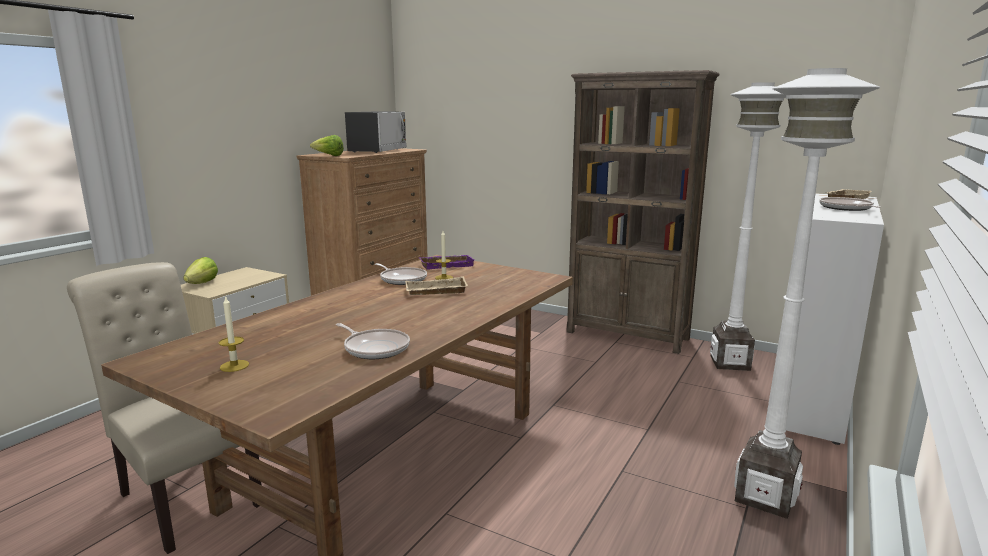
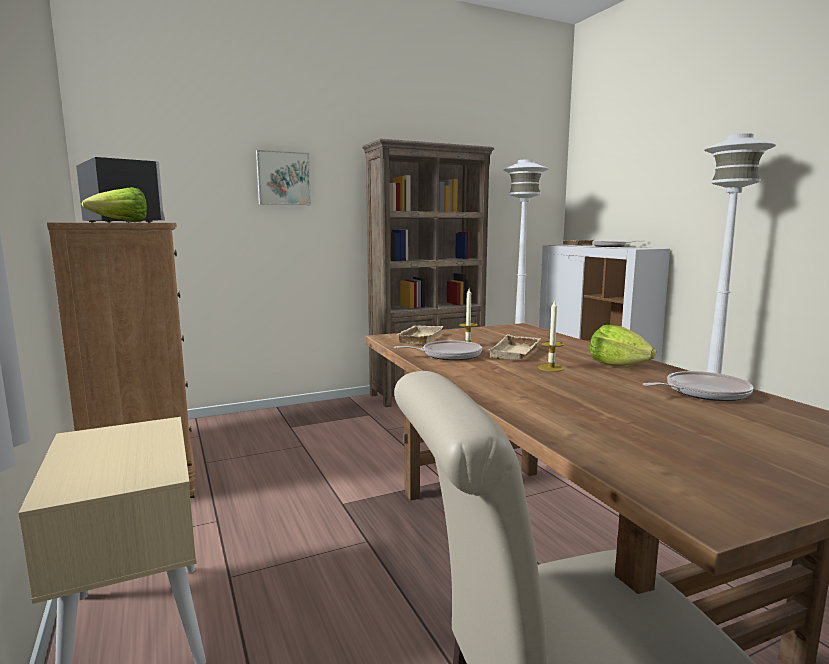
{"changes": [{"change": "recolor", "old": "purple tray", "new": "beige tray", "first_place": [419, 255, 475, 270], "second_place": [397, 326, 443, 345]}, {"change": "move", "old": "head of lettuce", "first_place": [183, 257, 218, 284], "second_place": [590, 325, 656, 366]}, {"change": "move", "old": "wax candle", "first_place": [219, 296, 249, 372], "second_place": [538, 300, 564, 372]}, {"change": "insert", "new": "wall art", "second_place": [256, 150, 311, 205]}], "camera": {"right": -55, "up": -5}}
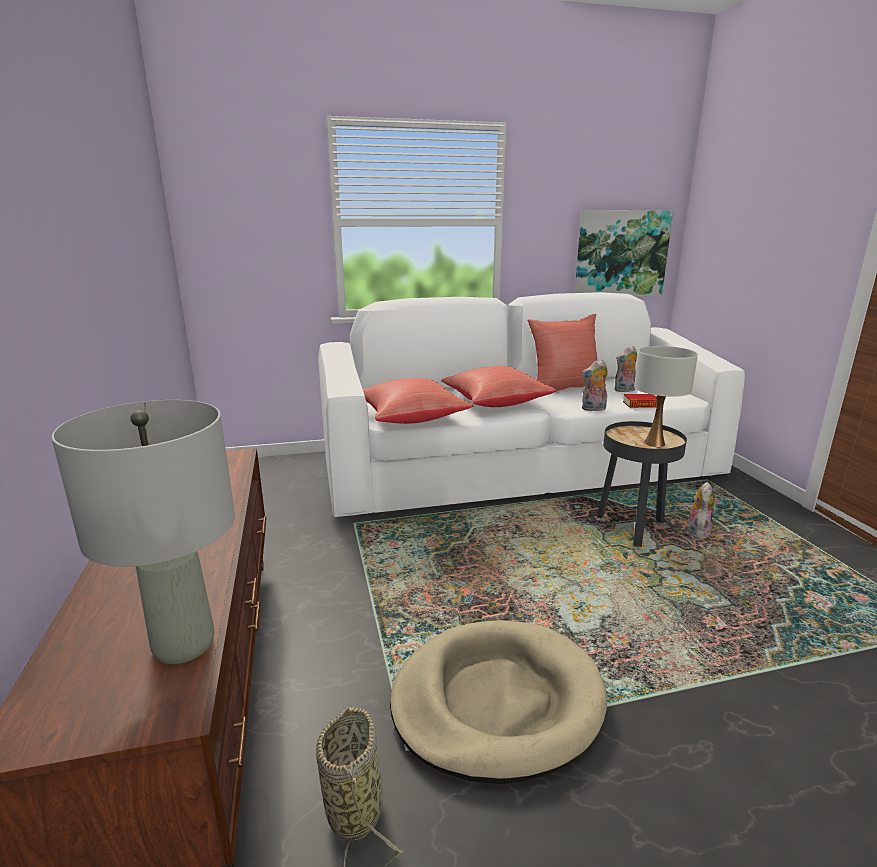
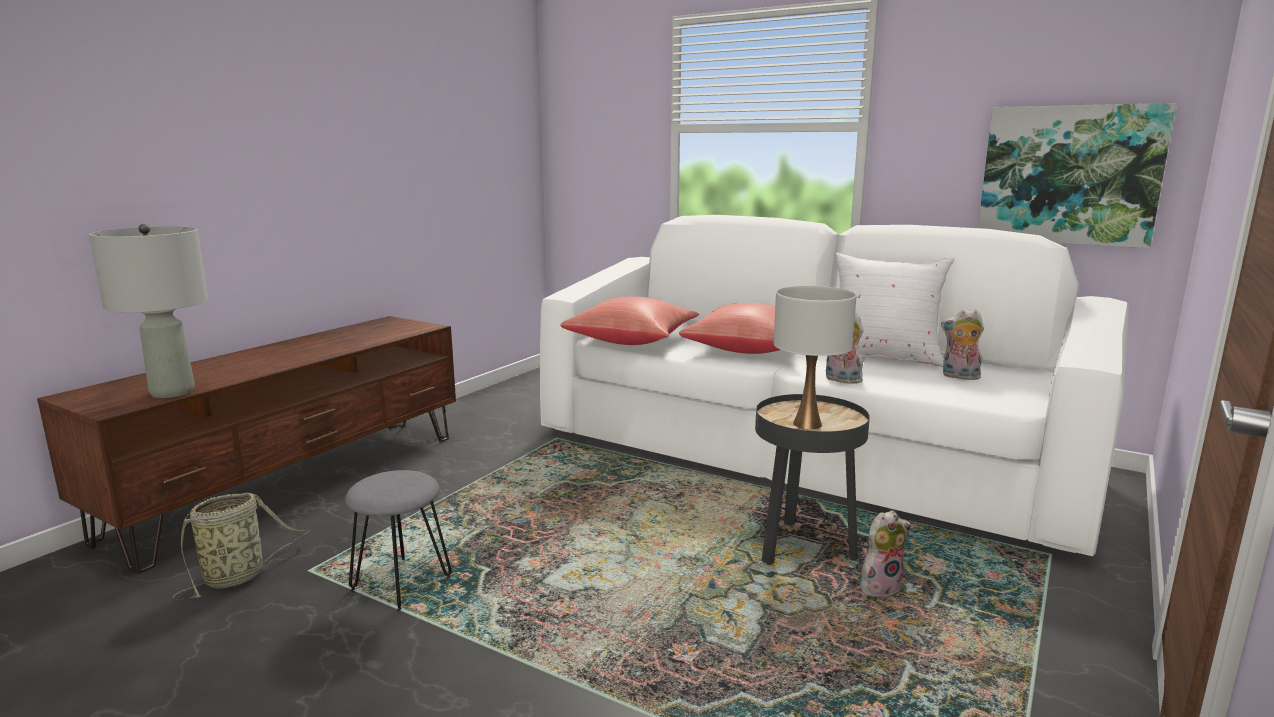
{"changes": [{"change": "recolor", "old": "red pillow", "new": "white-coloured pillow", "first_place": [527, 314, 606, 391], "second_place": [835, 253, 955, 367]}, {"change": "delete", "old": "volume", "first_place": [623, 394, 657, 408]}, {"change": "replace", "old": "beige pet bed", "new": "grey stool seat", "first_place": [390, 620, 607, 784], "second_place": [345, 470, 452, 611]}], "camera": {"right": 45, "up": -5}}
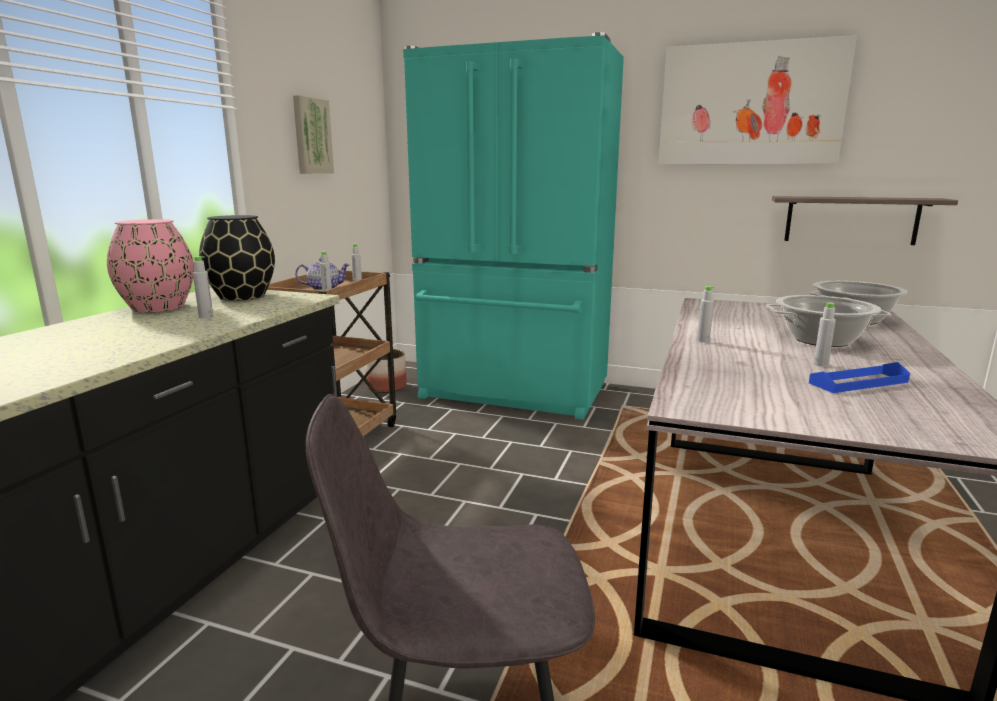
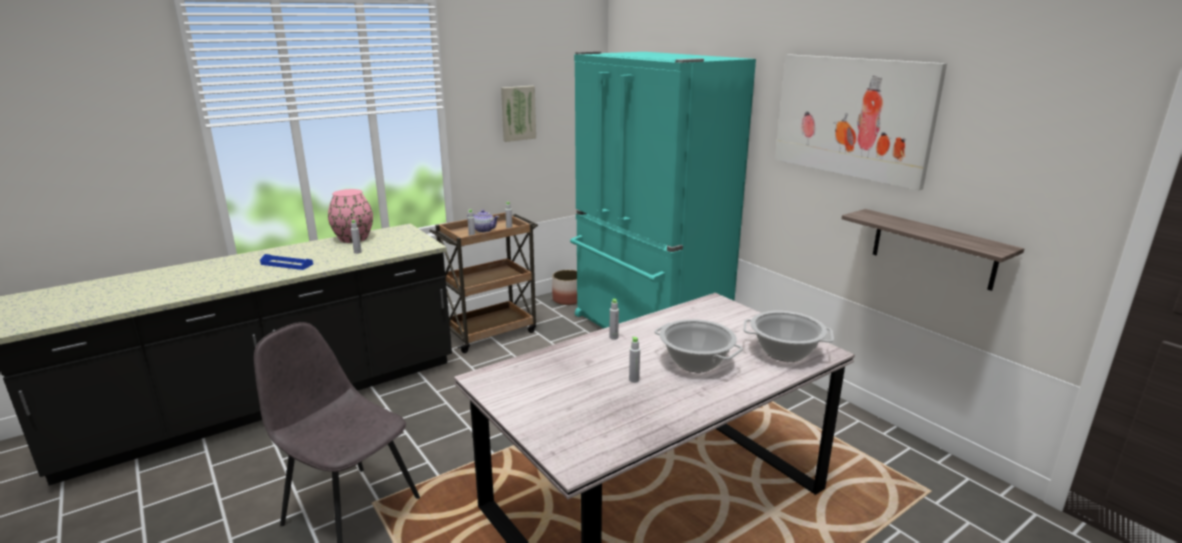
{"changes": [{"change": "delete", "old": "black-coloured decorative vase", "first_place": [199, 215, 275, 301]}, {"change": "move", "old": "blue-coloured tray", "first_place": [809, 362, 910, 393], "second_place": [260, 254, 313, 270]}], "camera": {"right": 35, "up": 5}}
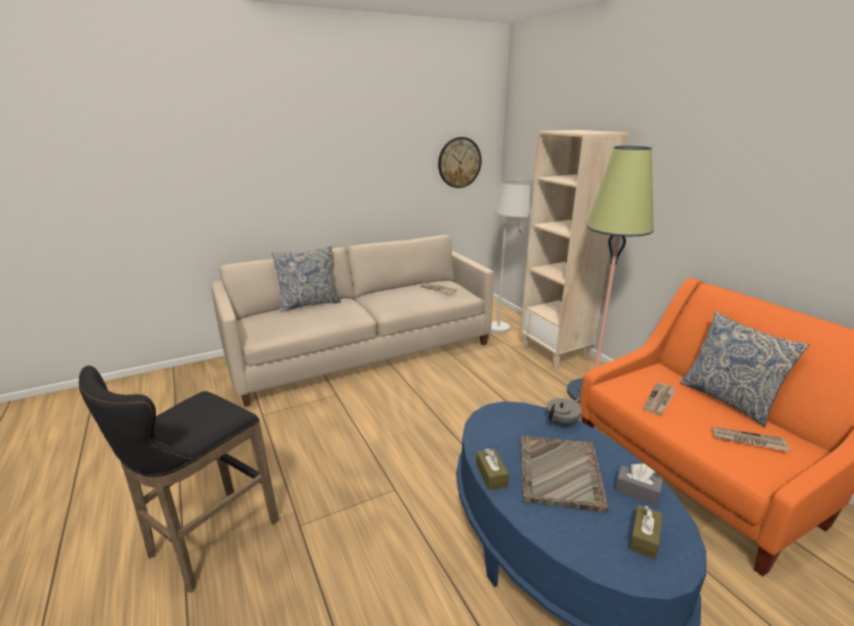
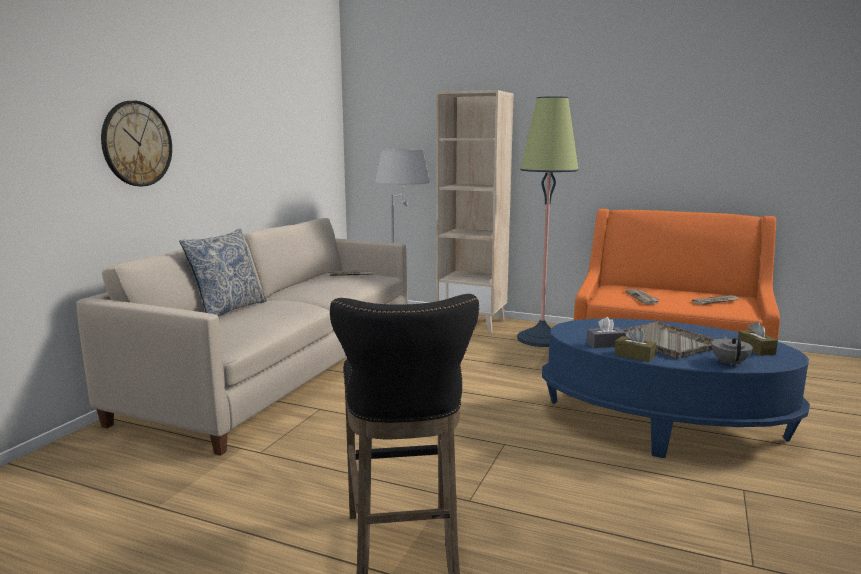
{"changes": [{"change": "move", "old": "wall clock", "first_place": [438, 137, 482, 188], "second_place": [101, 101, 172, 186]}, {"change": "delete", "old": "pillow", "first_place": [680, 312, 809, 427]}, {"change": "move", "old": "grey teapot", "first_place": [547, 398, 582, 427], "second_place": [711, 336, 753, 366]}, {"change": "move", "old": "grey box of tissues", "first_place": [615, 464, 663, 506], "second_place": [587, 317, 626, 348]}], "camera": {"right": -40, "up": -10}}
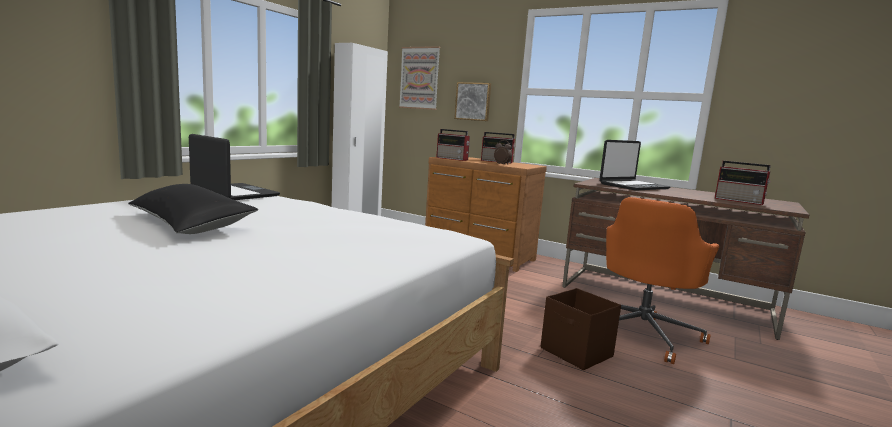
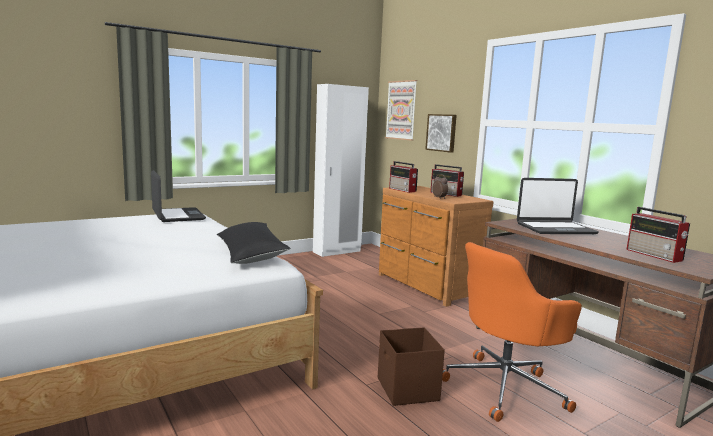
{"changes": [{"change": "move", "old": "black-coloured pillow", "first_place": [128, 184, 258, 234], "second_place": [217, 222, 290, 264]}], "camera": {"right": 25, "up": 0}}
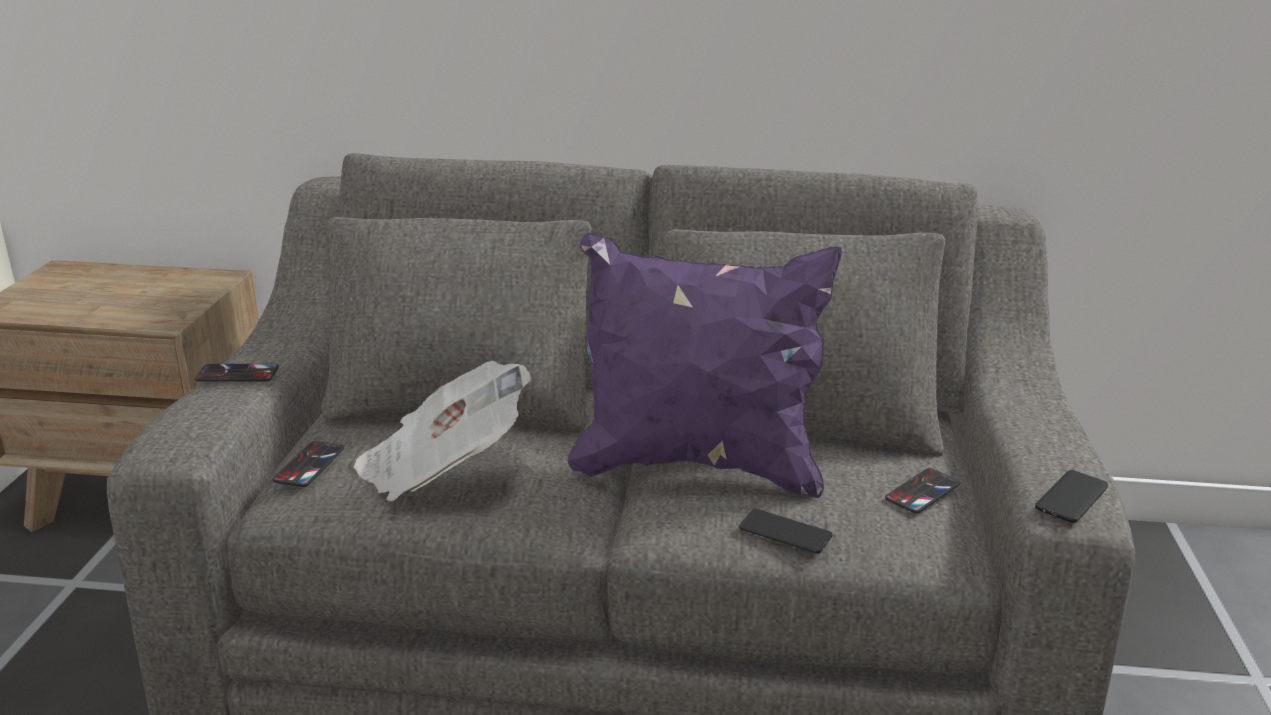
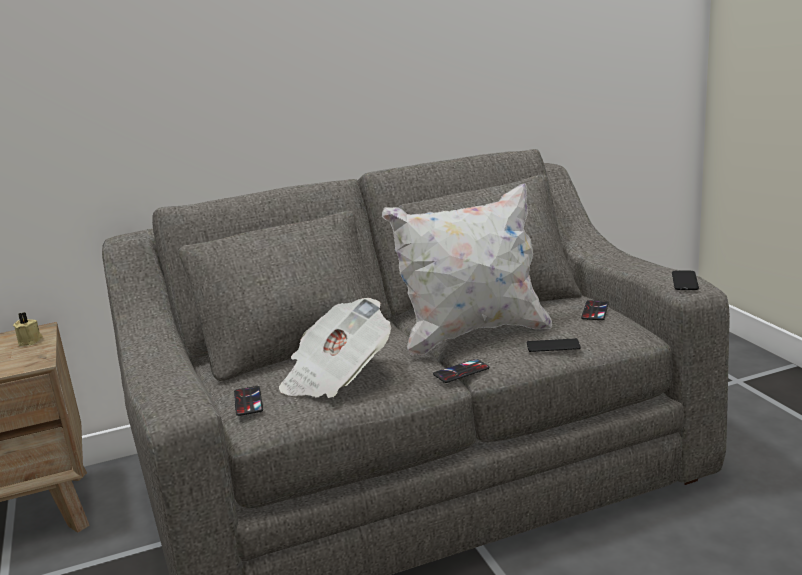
{"changes": [{"change": "recolor", "old": "purple pillow", "new": "white-coloured pillow", "first_place": [568, 233, 842, 498], "second_place": [382, 183, 552, 356]}, {"change": "move", "old": "telephone", "first_place": [195, 364, 279, 382], "second_place": [433, 359, 489, 383]}, {"change": "insert", "new": "beige wax candle", "second_place": [13, 312, 43, 346]}], "camera": {"right": -25, "up": -5}}
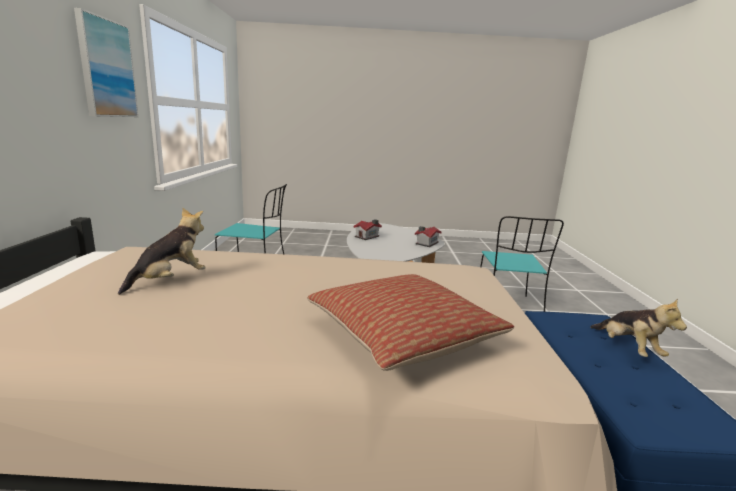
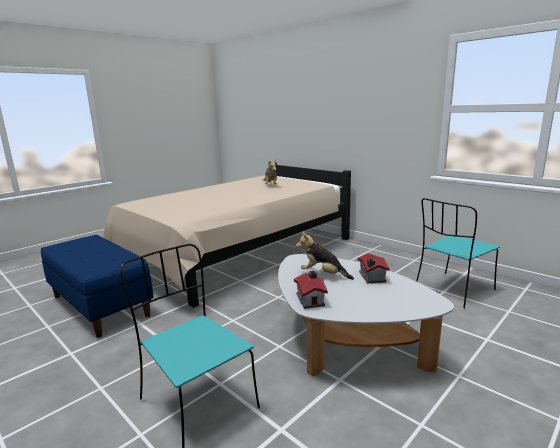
{"changes": [{"change": "delete", "old": "wall art", "first_place": [74, 8, 138, 117]}, {"change": "delete", "old": "pillow", "first_place": [307, 274, 514, 371]}, {"change": "move", "old": "cuddly toy", "first_place": [590, 298, 687, 357], "second_place": [296, 232, 354, 280]}], "camera": {"right": 135, "up": 0}}
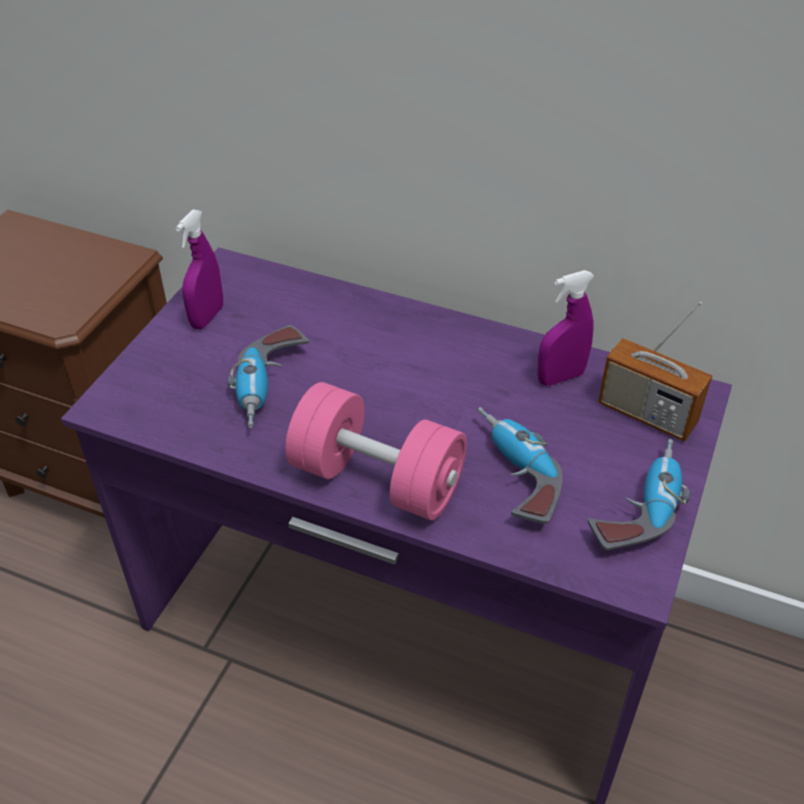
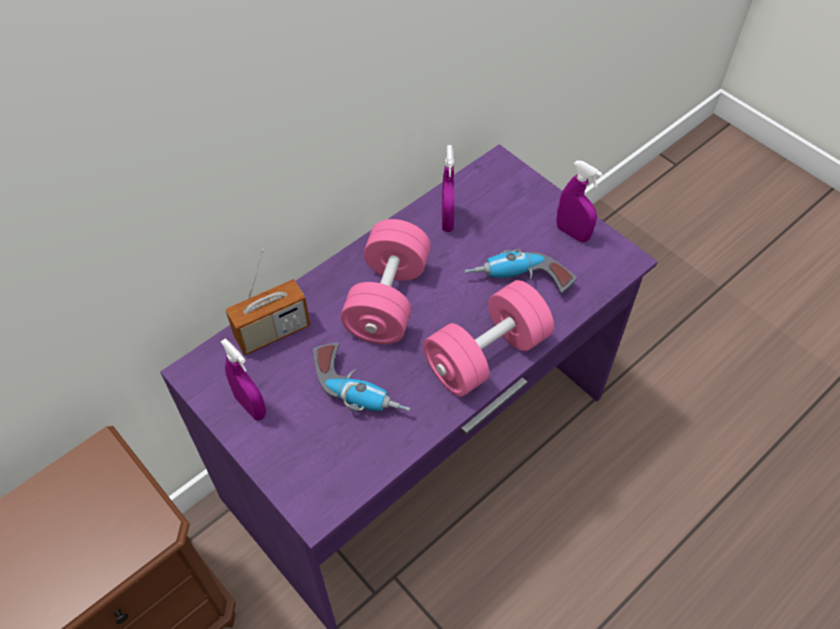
{"changes": [{"change": "move", "old": "radio set", "first_place": [598, 302, 712, 441], "second_place": [225, 249, 310, 356]}, {"change": "replace", "old": "power drill", "new": "purple spray bottle", "first_place": [588, 439, 690, 550], "second_place": [556, 160, 603, 242]}, {"change": "insert", "new": "pinkish hand weight", "second_place": [340, 219, 431, 344]}], "camera": {"right": -65, "up": 10}}
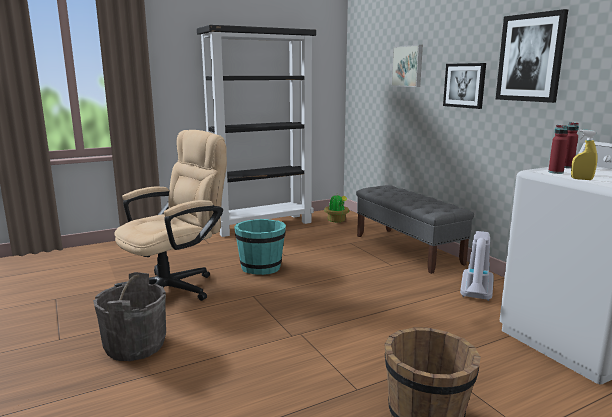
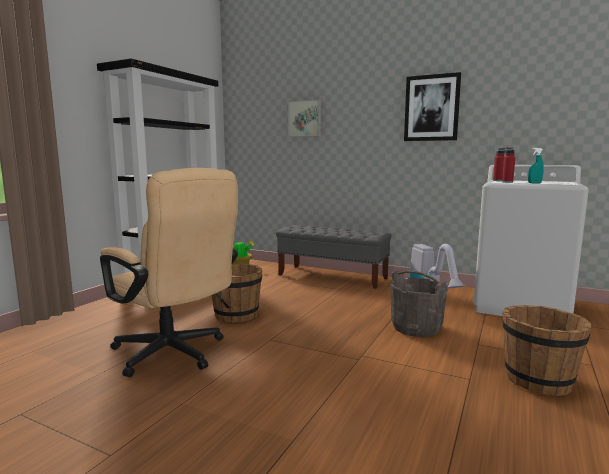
{"changes": [{"change": "delete", "old": "wall art", "first_place": [443, 63, 486, 109]}, {"change": "rotate", "old": "beige computer chair", "first_place": [114, 130, 227, 301], "second_place": [100, 168, 238, 377], "degrees": 120}, {"change": "recolor", "old": "yellow spray bottle", "new": "turquoise-coloured spray bottle", "first_place": [571, 130, 597, 180], "second_place": [528, 148, 544, 183]}, {"change": "recolor", "old": "turquoise-coloured water bucket", "new": "brown water bucket", "first_place": [234, 219, 286, 275], "second_place": [212, 264, 262, 323]}, {"change": "move", "old": "grey water bucket", "first_place": [93, 272, 166, 361], "second_place": [390, 270, 448, 337]}], "camera": {"right": -35, "up": -5}}
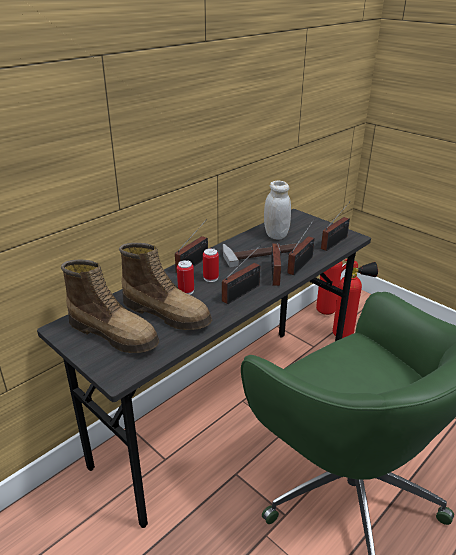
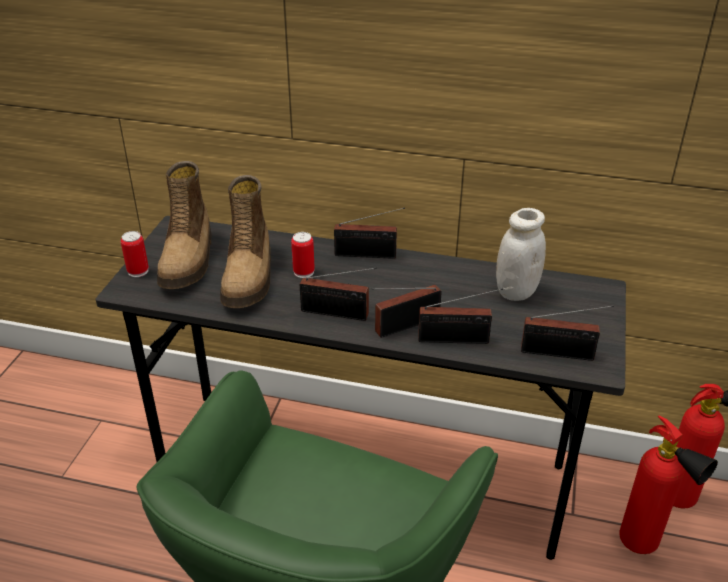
{"changes": [{"change": "delete", "old": "tool hammer", "first_place": [223, 243, 300, 268]}, {"change": "move", "old": "can", "first_place": [203, 248, 219, 282], "second_place": [121, 231, 149, 277]}], "camera": {"right": 60, "up": 5}}
